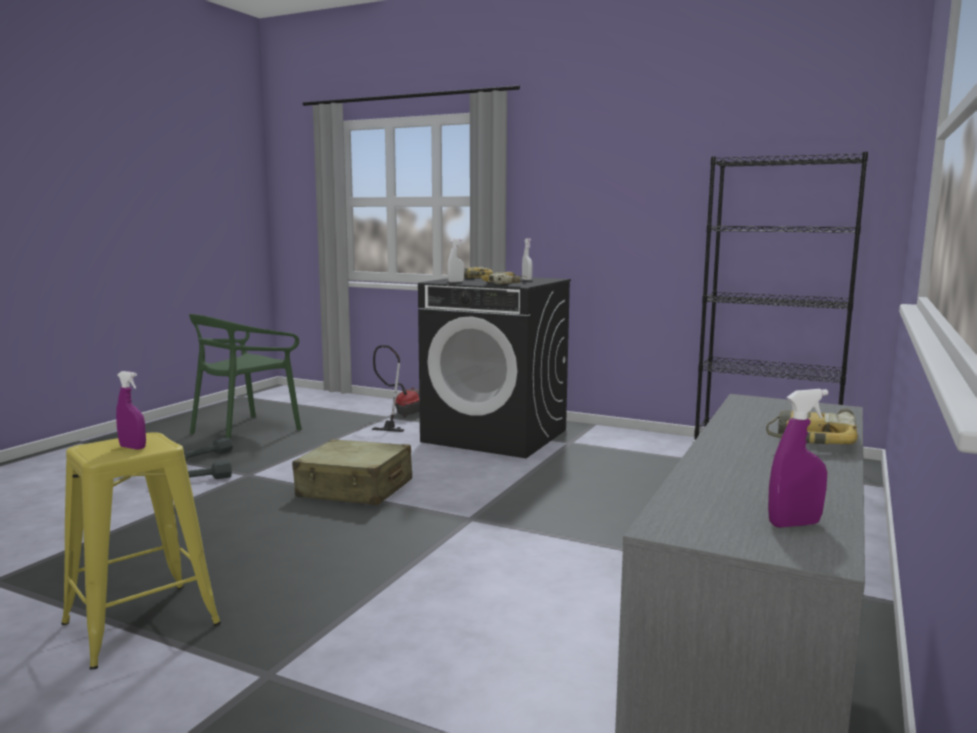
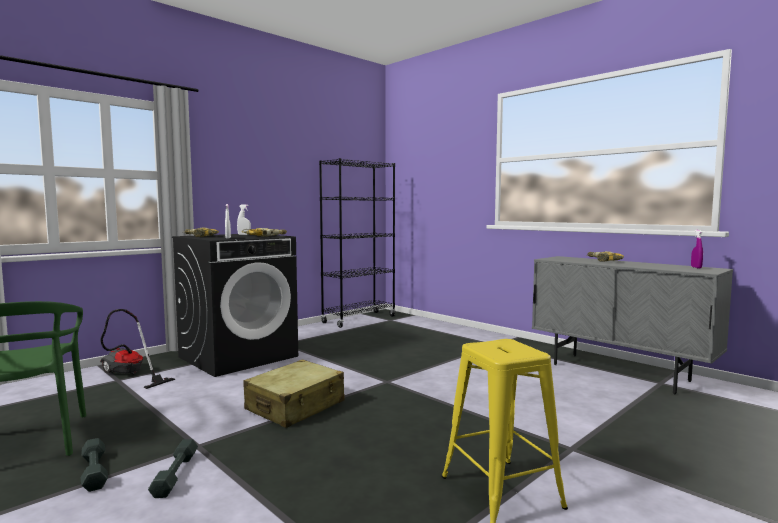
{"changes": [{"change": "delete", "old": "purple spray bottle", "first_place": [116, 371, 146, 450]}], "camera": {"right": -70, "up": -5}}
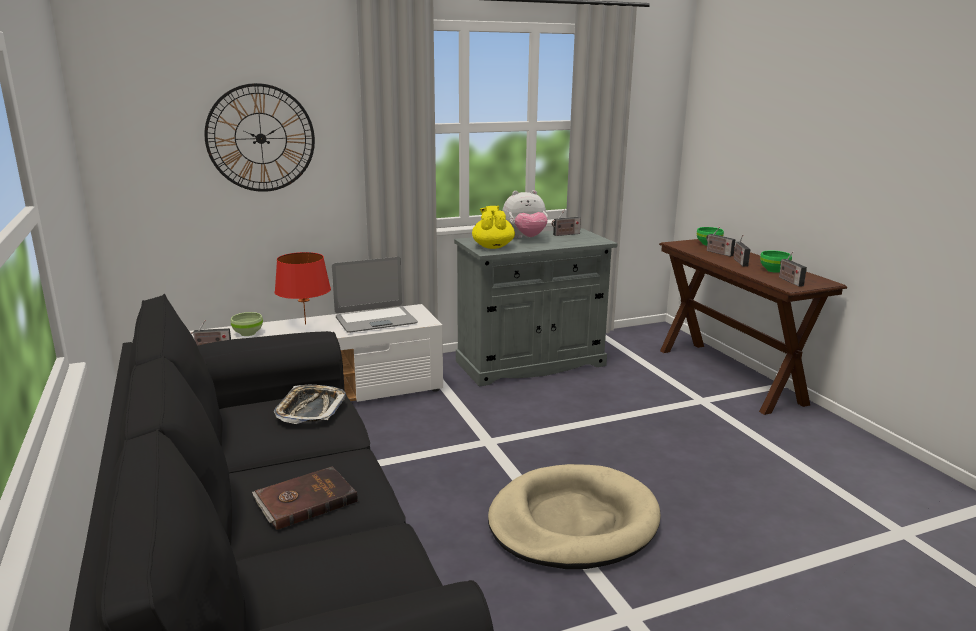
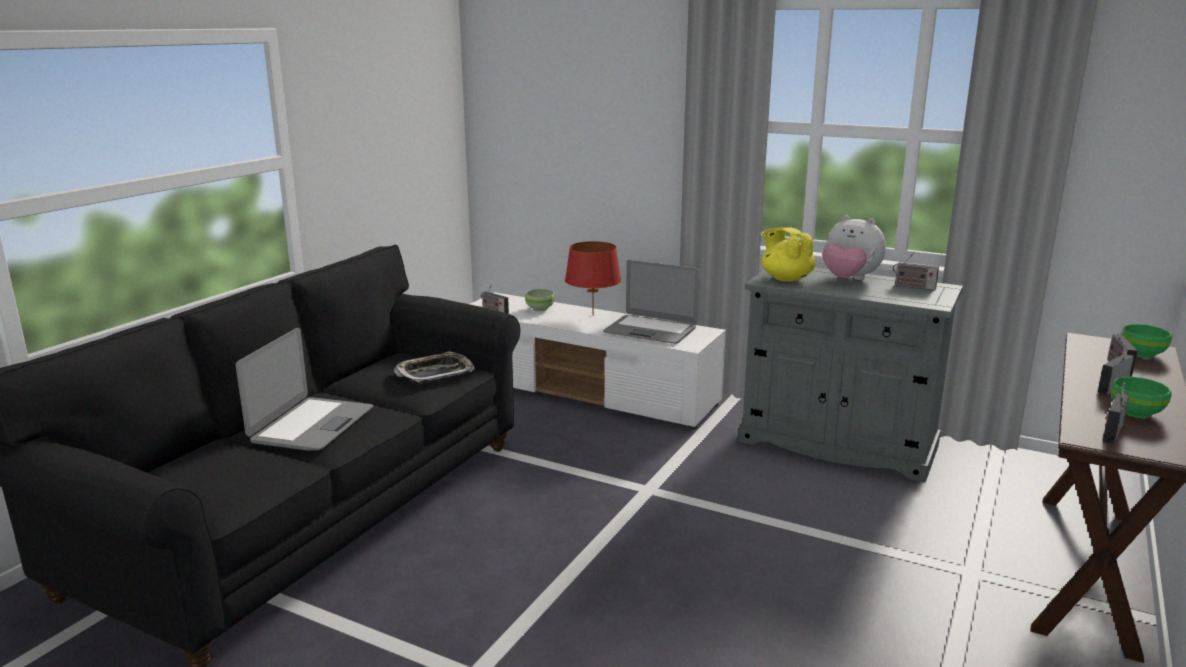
{"changes": [{"change": "delete", "old": "wall clock", "first_place": [204, 83, 315, 192]}, {"change": "rotate", "old": "yellow teapot", "first_place": [472, 206, 515, 249], "second_place": [761, 227, 816, 282], "degrees": -75}, {"change": "delete", "old": "beige pet bed", "first_place": [488, 464, 661, 569]}, {"change": "replace", "old": "brown volume", "new": "laptop", "first_place": [252, 466, 358, 530], "second_place": [236, 328, 373, 451]}], "camera": {"right": 50, "up": 0}}
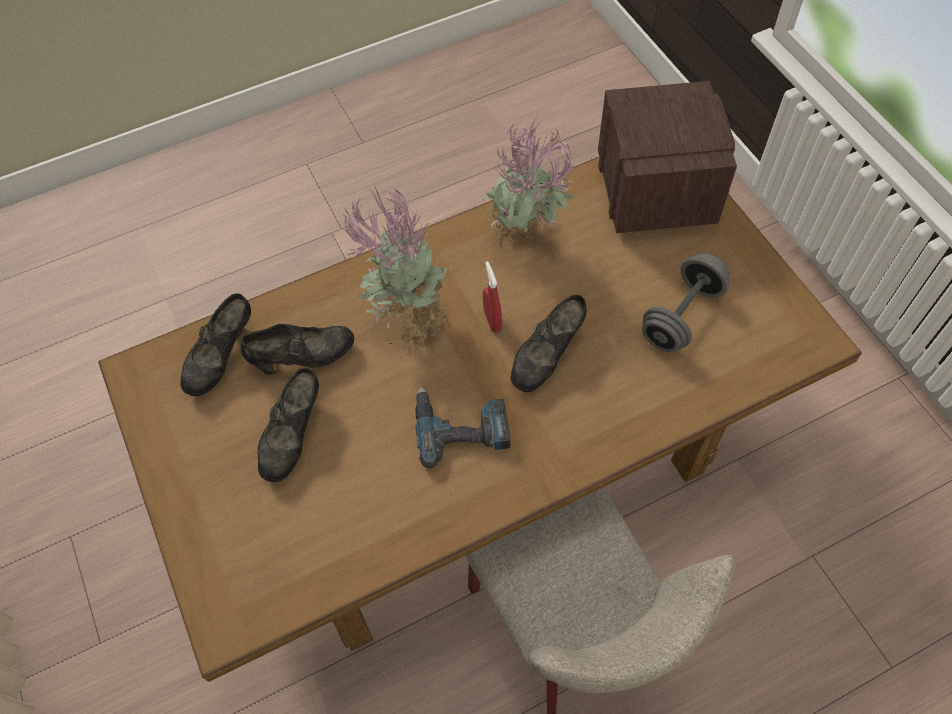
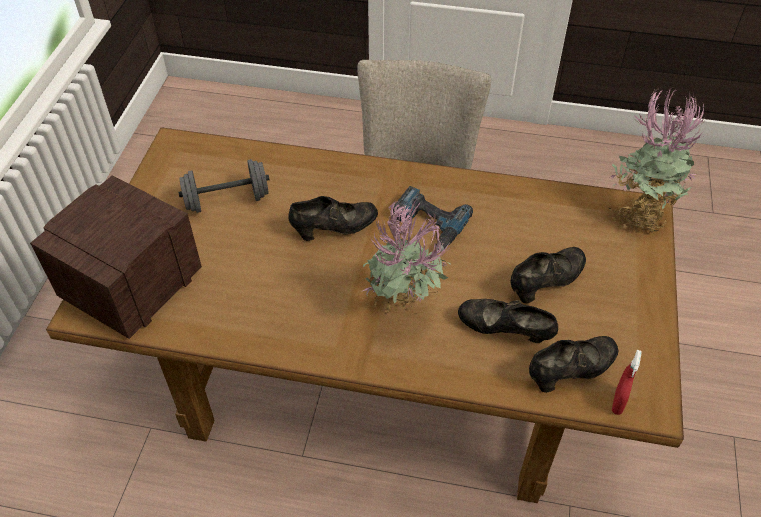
{"changes": [{"change": "move", "old": "plant in a pot", "first_place": [482, 119, 577, 246], "second_place": [608, 88, 706, 233]}, {"change": "move", "old": "red spray bottle", "first_place": [483, 261, 502, 333], "second_place": [612, 350, 642, 415]}], "camera": {"right": -145, "up": -10}}
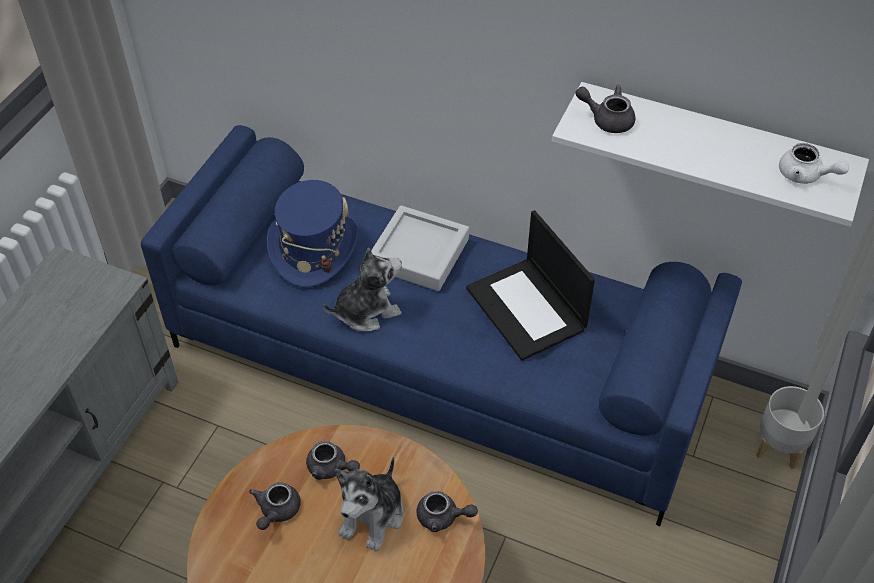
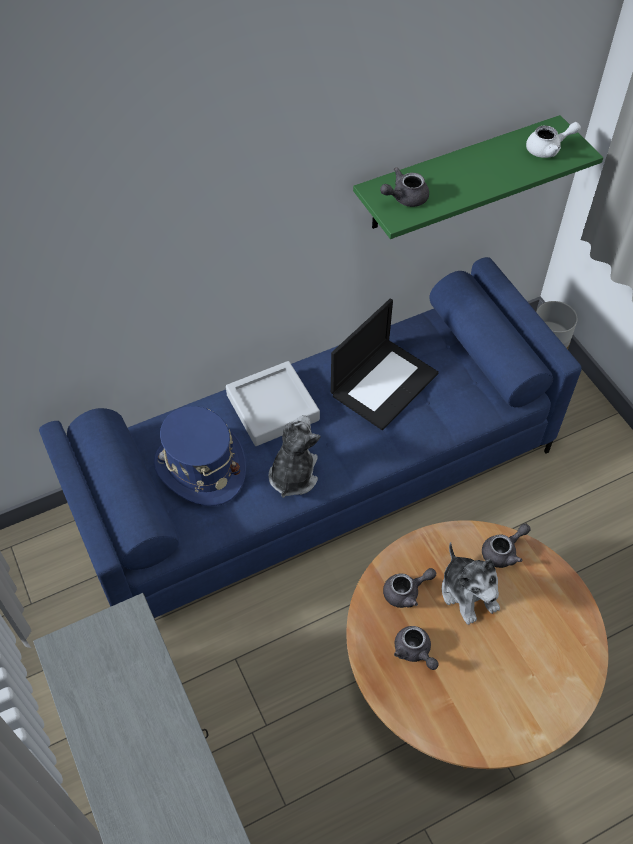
{"changes": [{"change": "recolor", "old": "white-coloured bracket shelf", "new": "greenish bracket shelf", "first_place": [552, 82, 869, 227], "second_place": [353, 115, 603, 239]}, {"change": "rotate", "old": "laptop", "first_place": [466, 210, 595, 361], "second_place": [331, 299, 439, 430], "degrees": -60}], "camera": {"right": -50, "up": 5}}
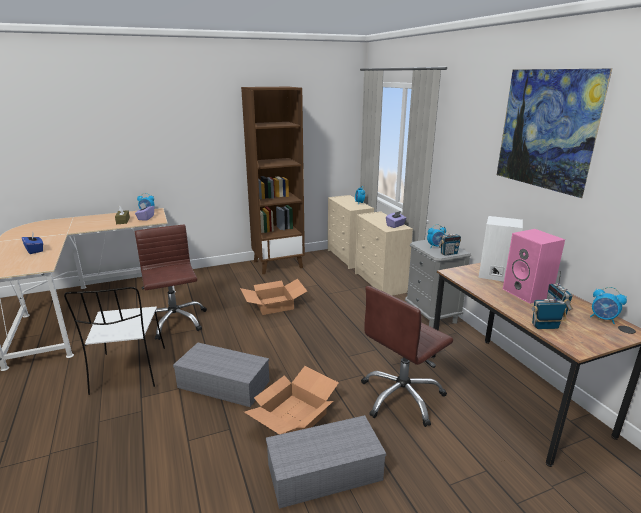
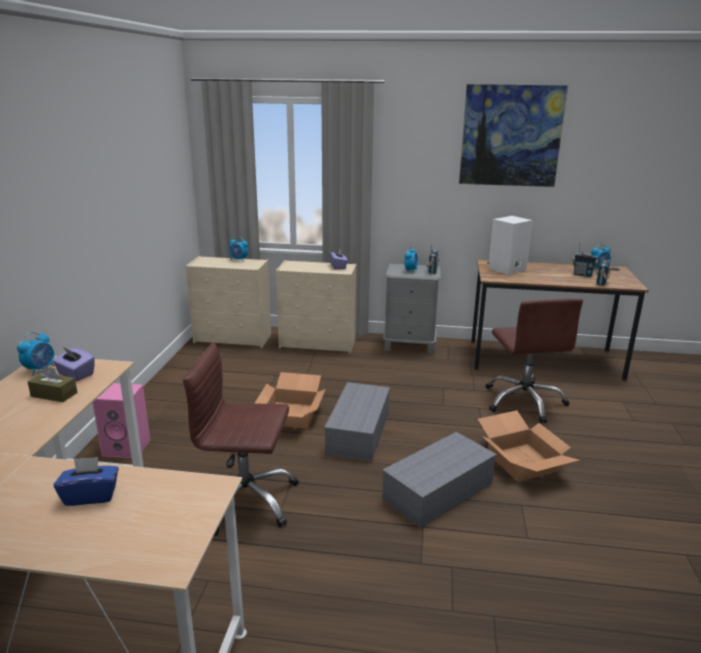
{"changes": [{"change": "delete", "old": "brown shelving unit", "first_place": [241, 87, 305, 274]}, {"change": "move", "old": "pinkish audio speaker", "first_place": [503, 229, 565, 304], "second_place": [92, 383, 150, 458]}, {"change": "delete", "old": "white-coloured chair", "first_place": [64, 287, 165, 395]}, {"change": "move", "old": "grey storage box", "first_place": [266, 415, 386, 509], "second_place": [324, 382, 390, 462]}], "camera": {"right": -60, "up": 0}}
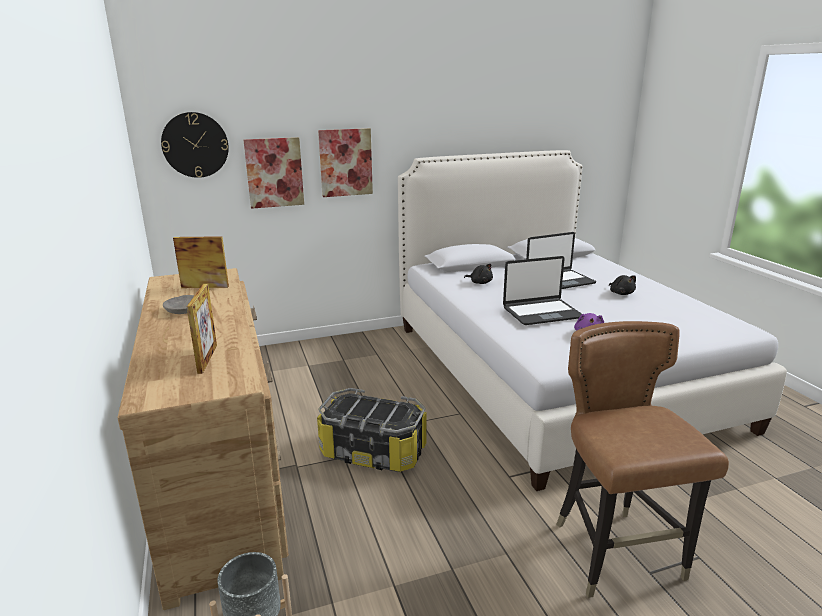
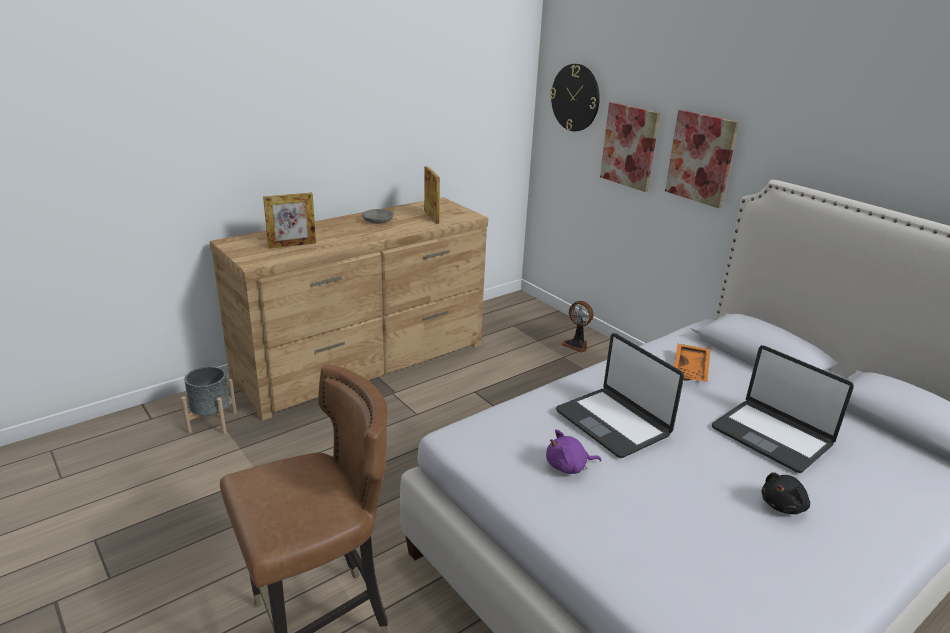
{"changes": [{"change": "replace", "old": "black-coloured cuddly toy", "new": "orange-coloured tray", "first_place": [464, 264, 493, 284], "second_place": [674, 344, 710, 382]}, {"change": "delete", "old": "storage box", "first_place": [317, 388, 427, 472]}, {"change": "insert", "new": "electric fan", "second_place": [561, 301, 594, 352]}], "camera": {"right": 70, "up": 5}}
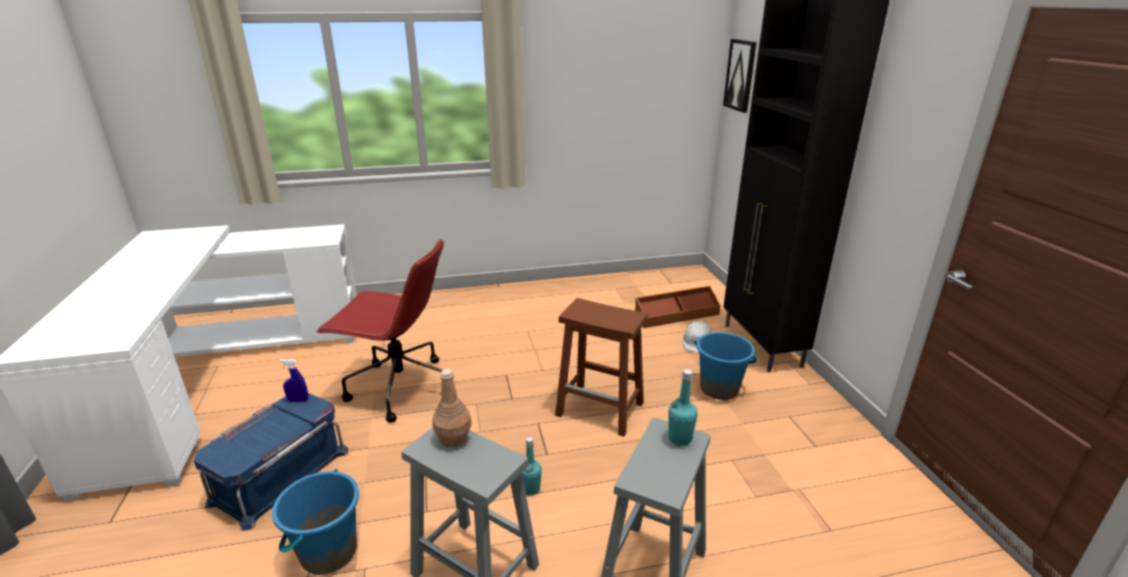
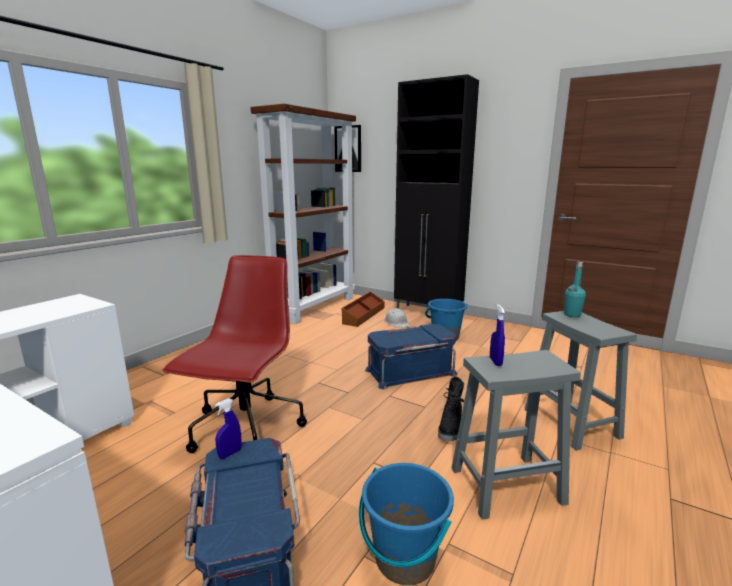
{"changes": [{"change": "rotate", "old": "red computer chair", "first_place": [316, 238, 444, 423], "second_place": [163, 255, 307, 453], "degrees": -45}, {"change": "replace", "old": "brown stool seat", "new": "blue-coloured storage box", "first_place": [555, 298, 648, 437], "second_place": [365, 324, 457, 389]}, {"change": "replace", "old": "brown drink bottle", "new": "blue-coloured spray bottle", "first_place": [432, 369, 472, 447], "second_place": [490, 304, 505, 366]}, {"change": "replace", "old": "turquoise-coloured drink bottle", "new": "black-coloured high-top boot", "first_place": [522, 437, 542, 495], "second_place": [438, 377, 464, 441]}, {"change": "insert", "new": "brown shelving unit", "second_place": [251, 104, 356, 324]}], "camera": {"right": -45, "up": -10}}
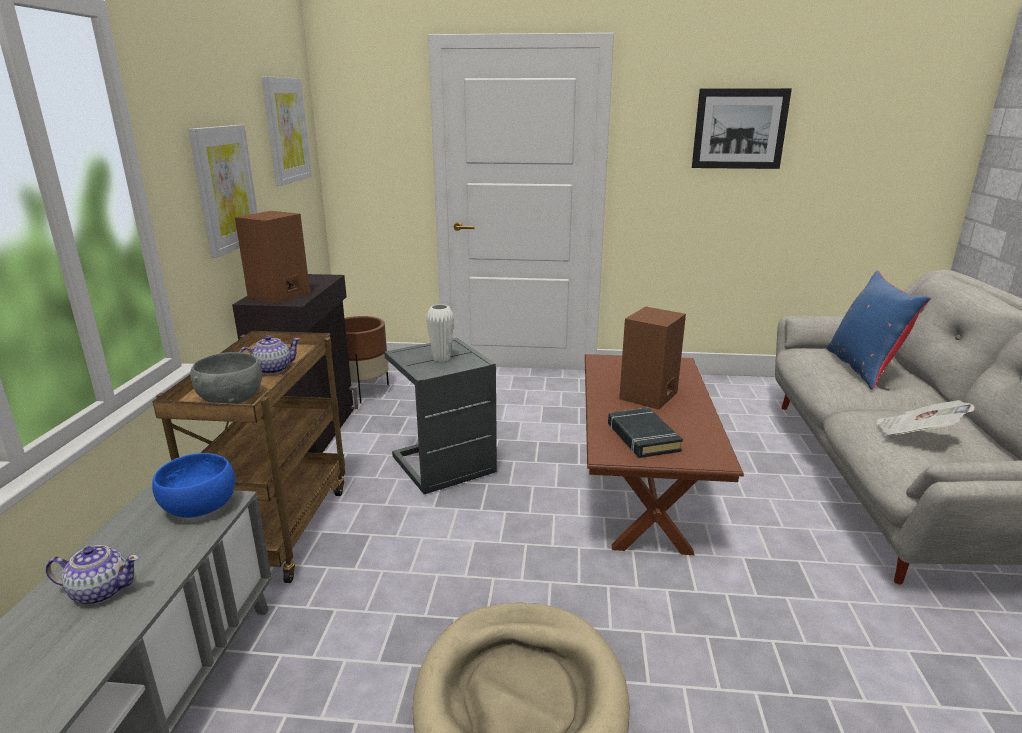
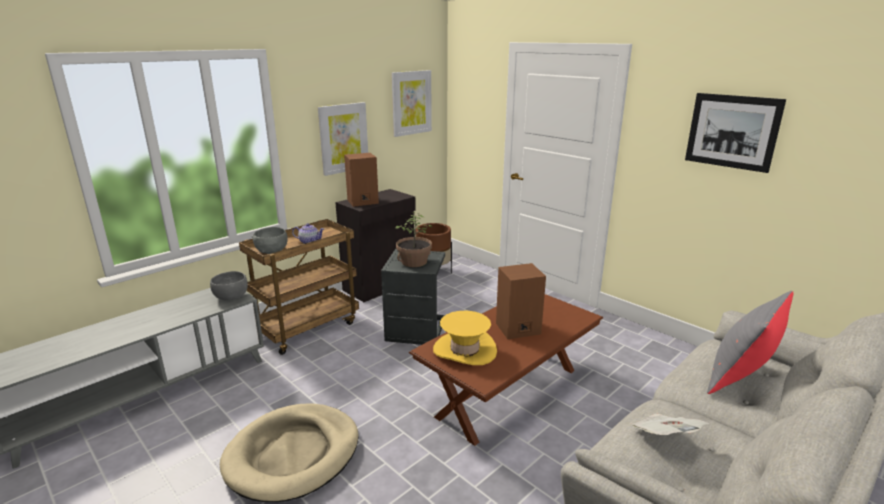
{"changes": [{"change": "recolor", "old": "blue-coloured pillow", "new": "grey pillow", "first_place": [827, 271, 931, 389], "second_place": [707, 291, 794, 394]}, {"change": "replace", "old": "white-coloured decorative vase", "new": "plant in a pot", "first_place": [426, 304, 454, 362], "second_place": [396, 212, 432, 267]}, {"change": "replace", "old": "black-coloured volume", "new": "yellow hat", "first_place": [608, 407, 683, 458], "second_place": [433, 311, 497, 365]}, {"change": "recolor", "old": "blue-coloured serving bowl", "new": "grey serving bowl", "first_place": [152, 453, 235, 518], "second_place": [210, 271, 248, 300]}, {"change": "delete", "old": "teapot", "first_place": [46, 545, 139, 605]}], "camera": {"right": 40, "up": 0}}
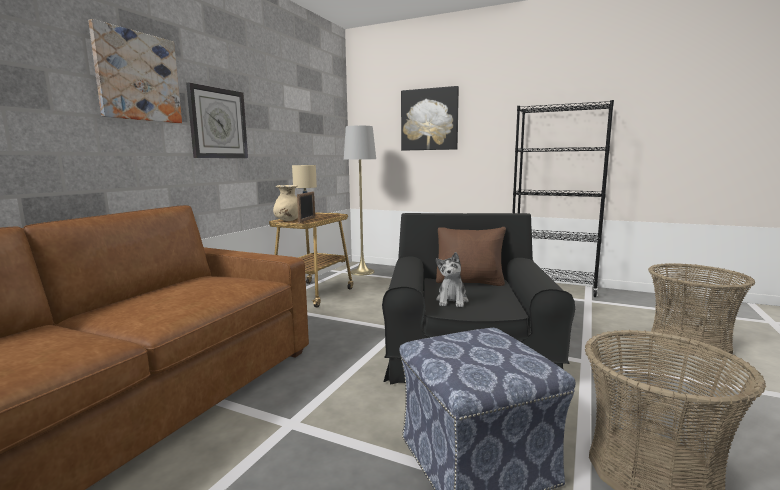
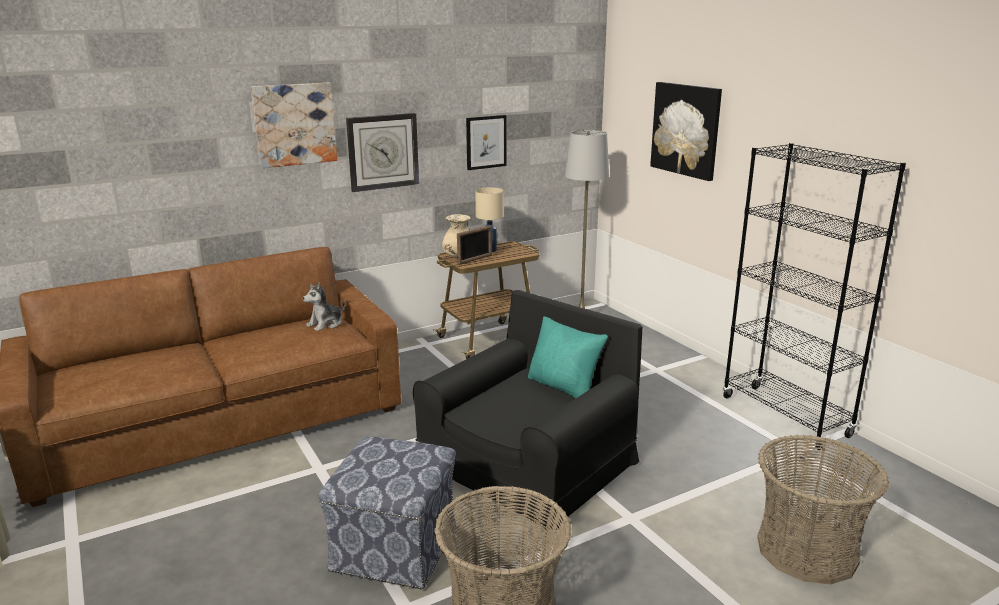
{"changes": [{"change": "recolor", "old": "brown pillow", "new": "turquoise-coloured pillow", "first_place": [436, 227, 506, 286], "second_place": [528, 316, 608, 399]}, {"change": "move", "old": "cuddly toy", "first_place": [436, 252, 469, 307], "second_place": [303, 282, 345, 331]}, {"change": "insert", "new": "wall art", "second_place": [466, 115, 507, 170]}], "camera": {"right": 35, "up": 10}}
